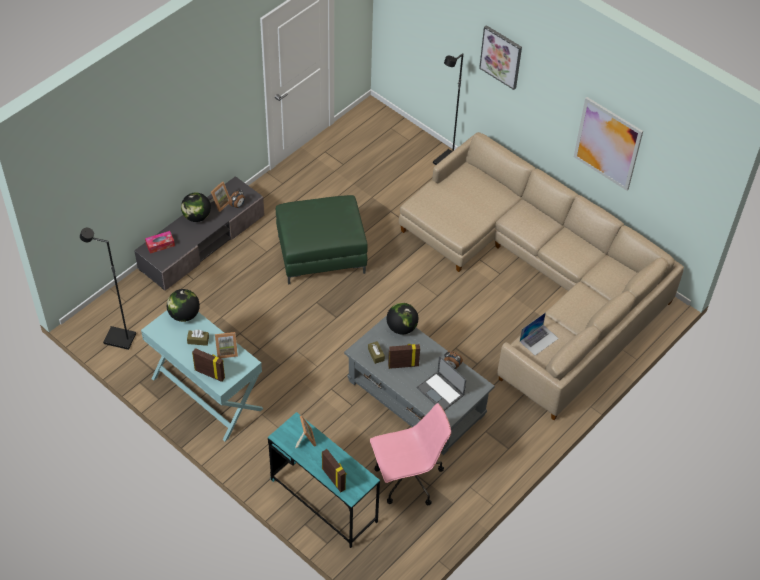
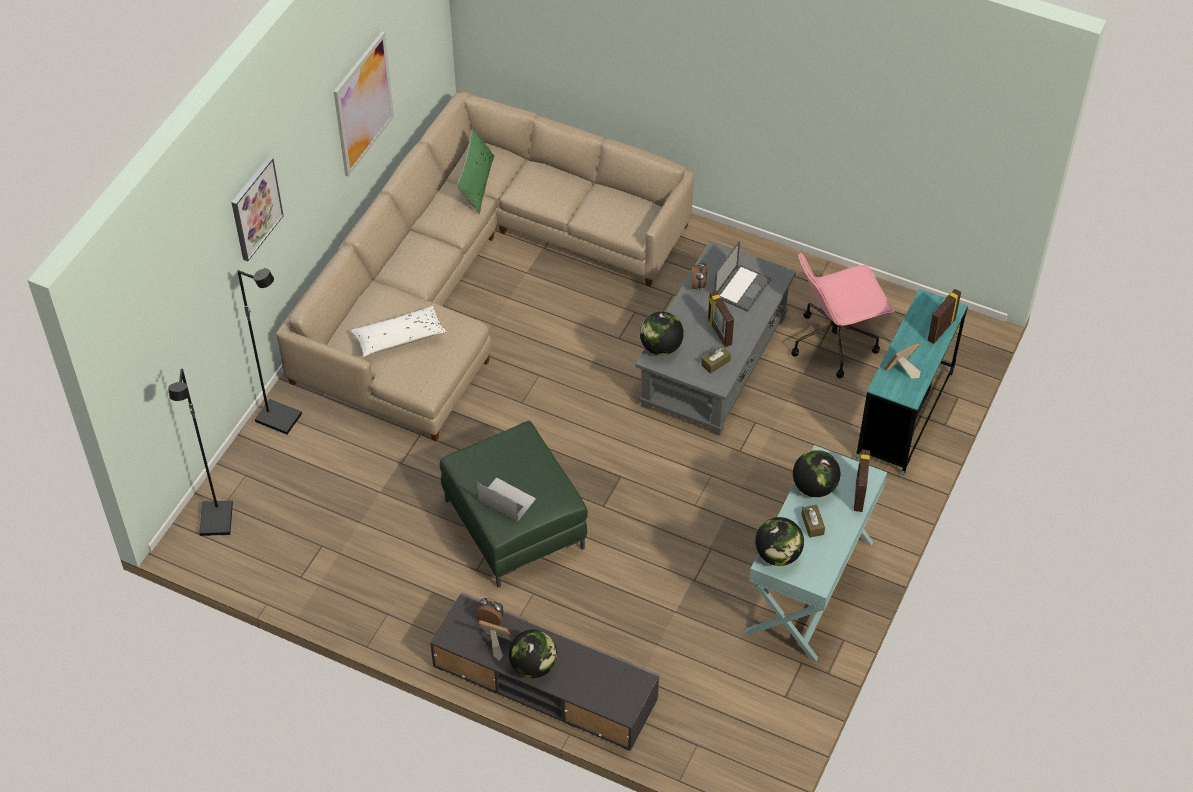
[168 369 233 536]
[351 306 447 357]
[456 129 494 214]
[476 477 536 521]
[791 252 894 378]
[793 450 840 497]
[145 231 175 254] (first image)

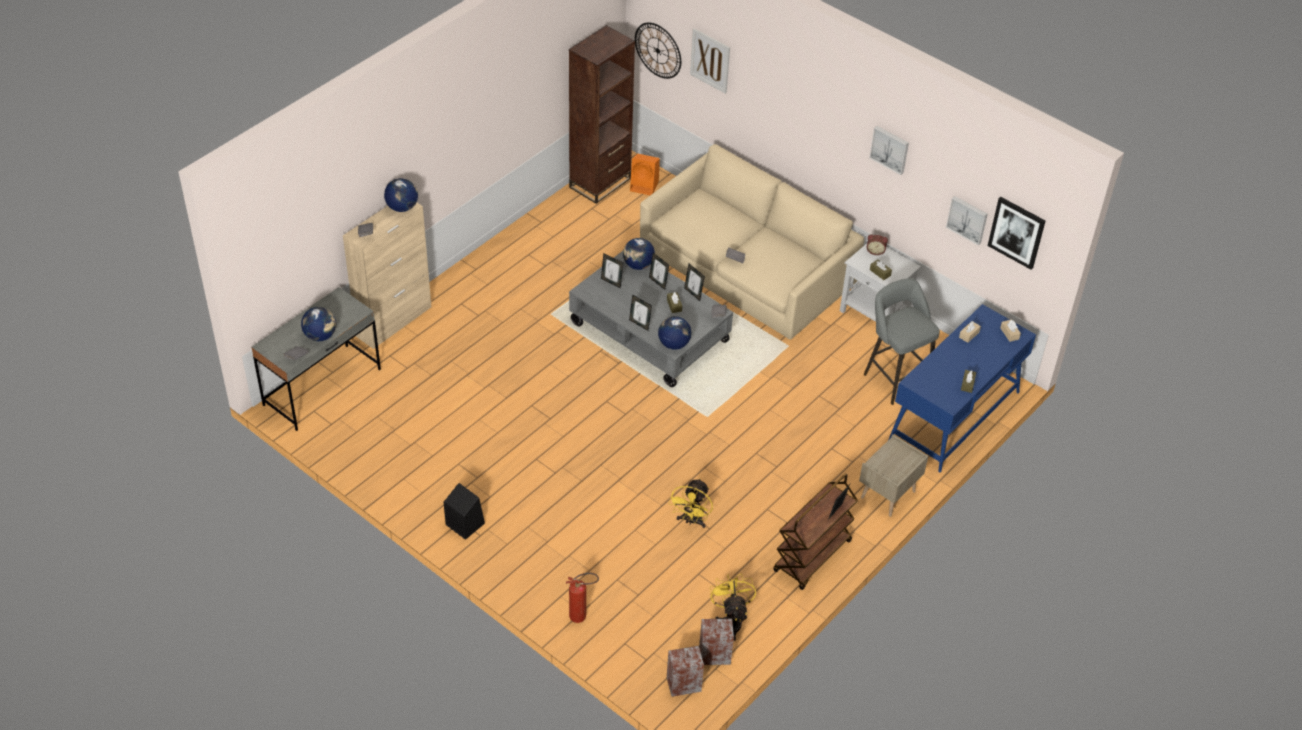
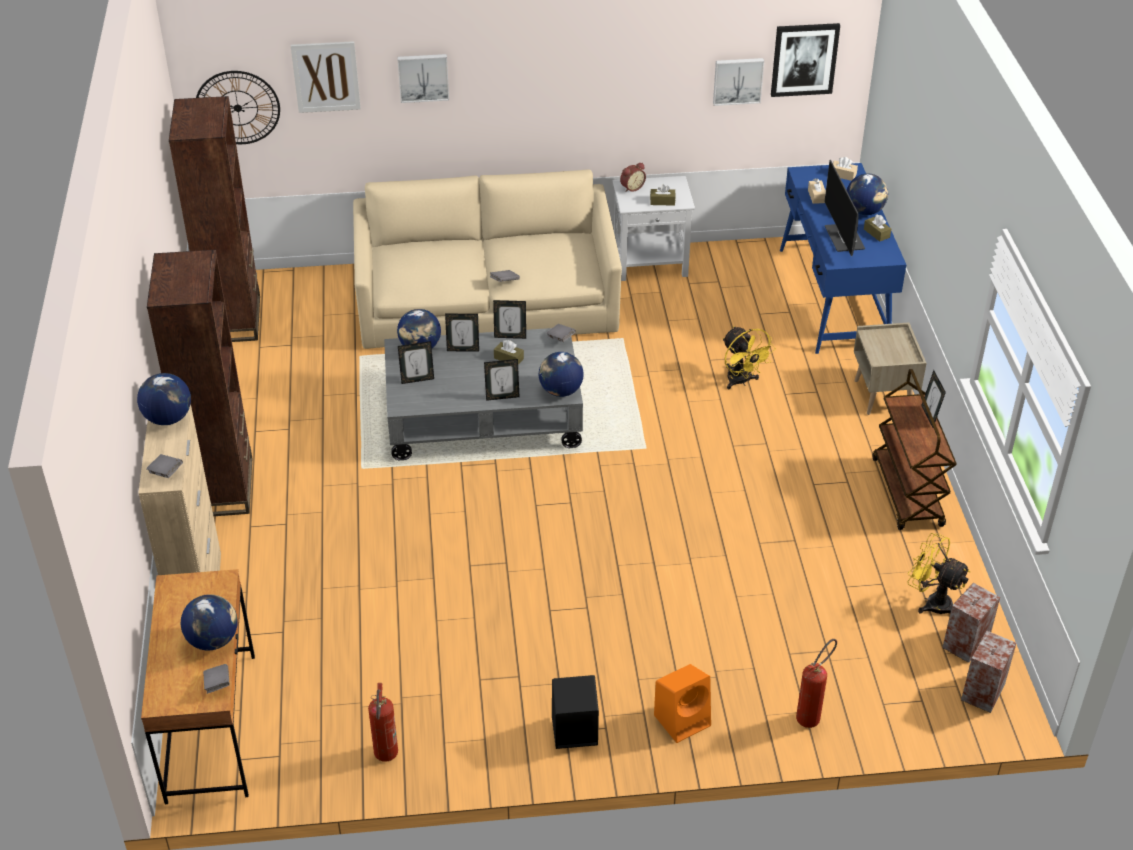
[141 569 255 804]
[147 250 252 516]
[368 683 398 762]
[397 54 449 103]
[654 664 711 743]
[723 326 776 389]
[824 160 865 256]
[847 173 888 215]
[864 278 940 405] (first image)

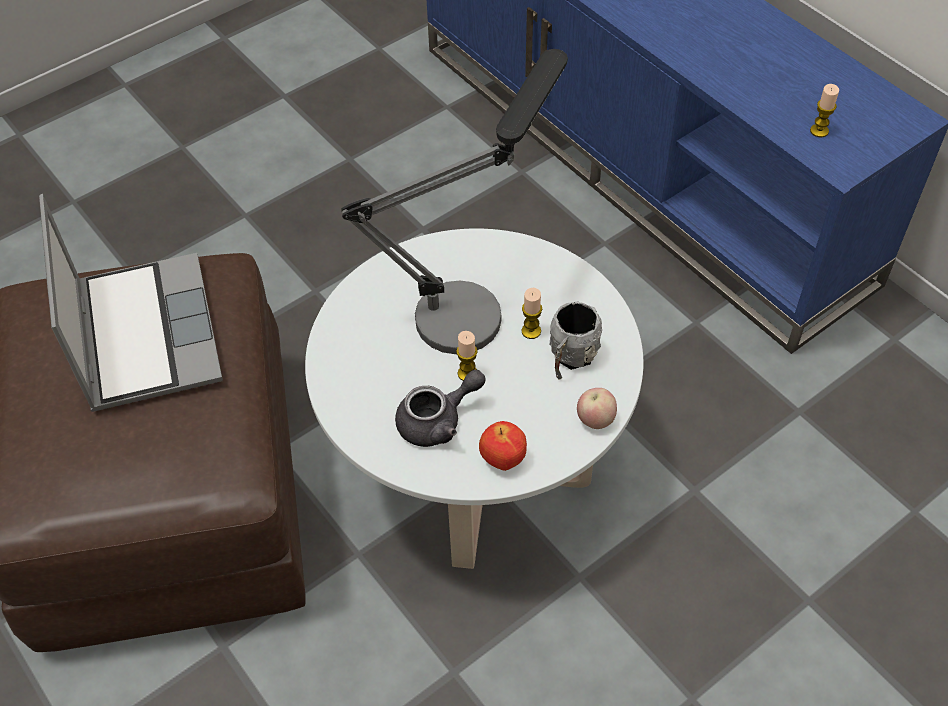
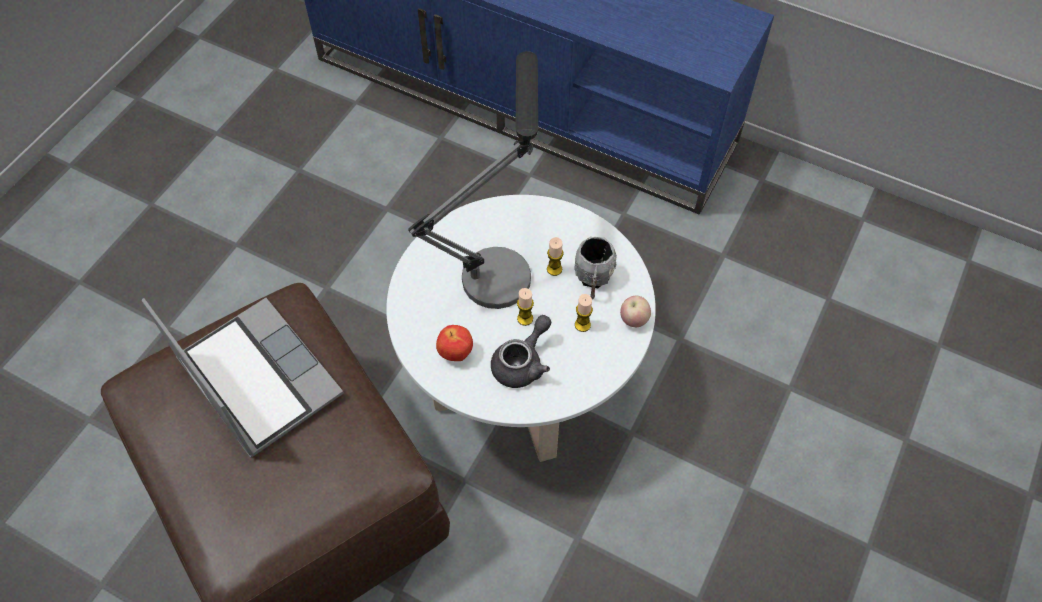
[436 325 473 361]
[575 294 593 332]

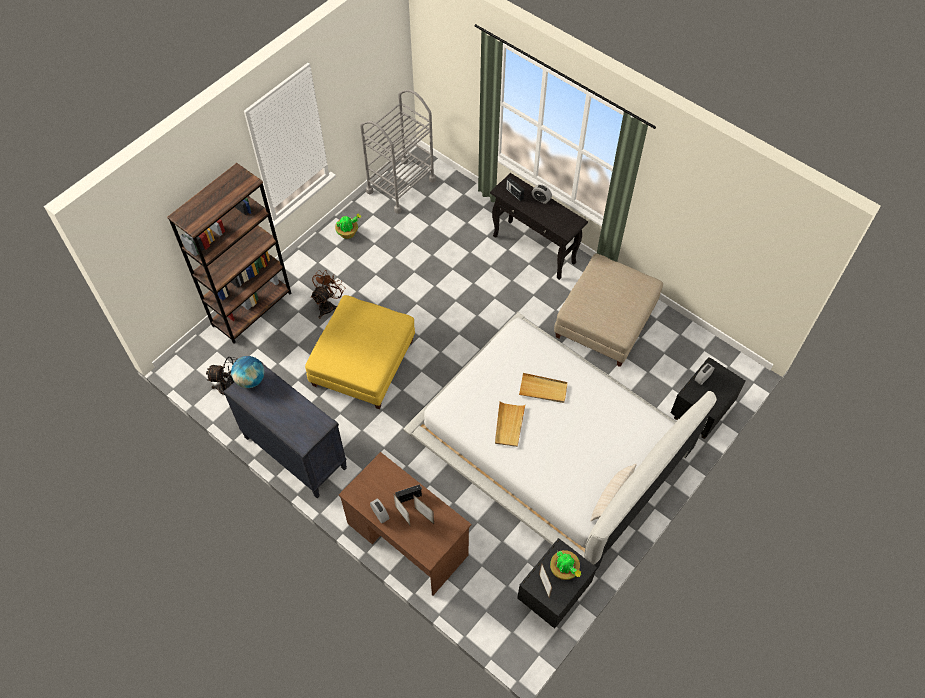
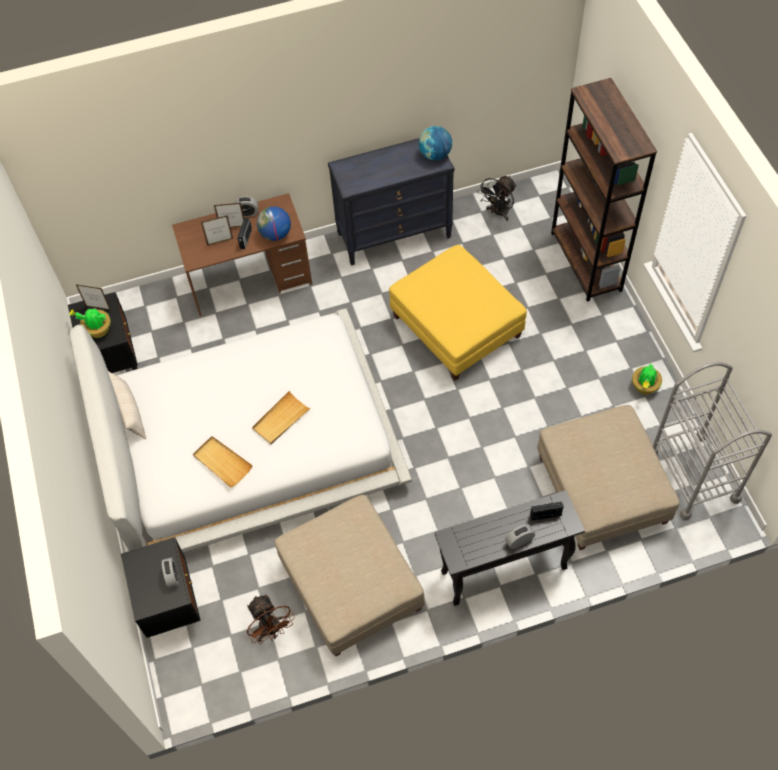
[193 436 253 488]
[247 595 295 645]
[257 206 291 241]
[537 405 680 550]

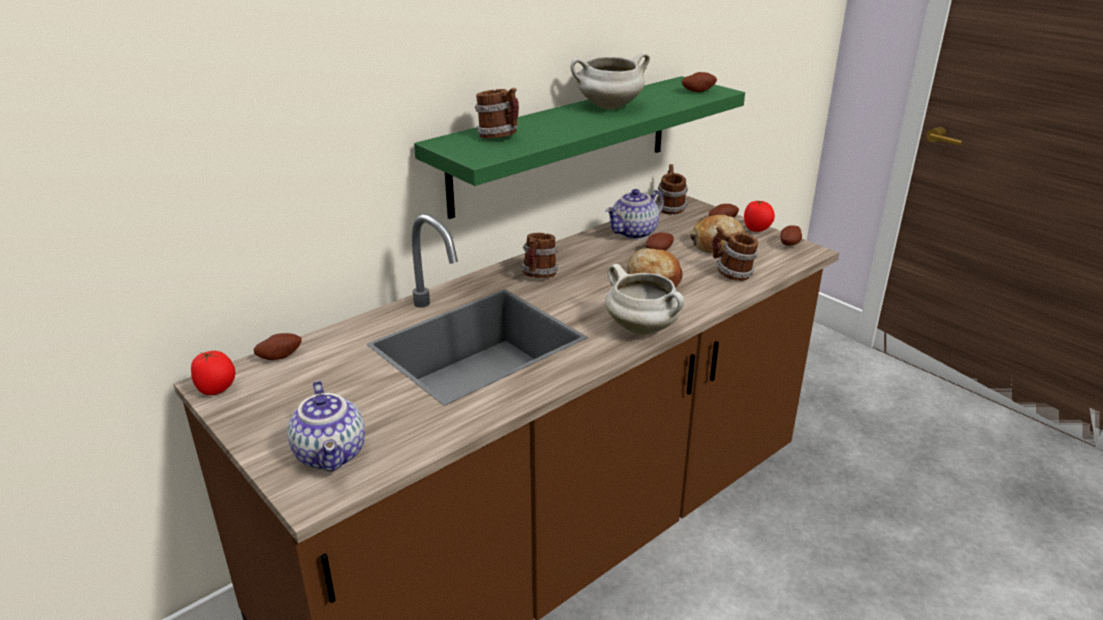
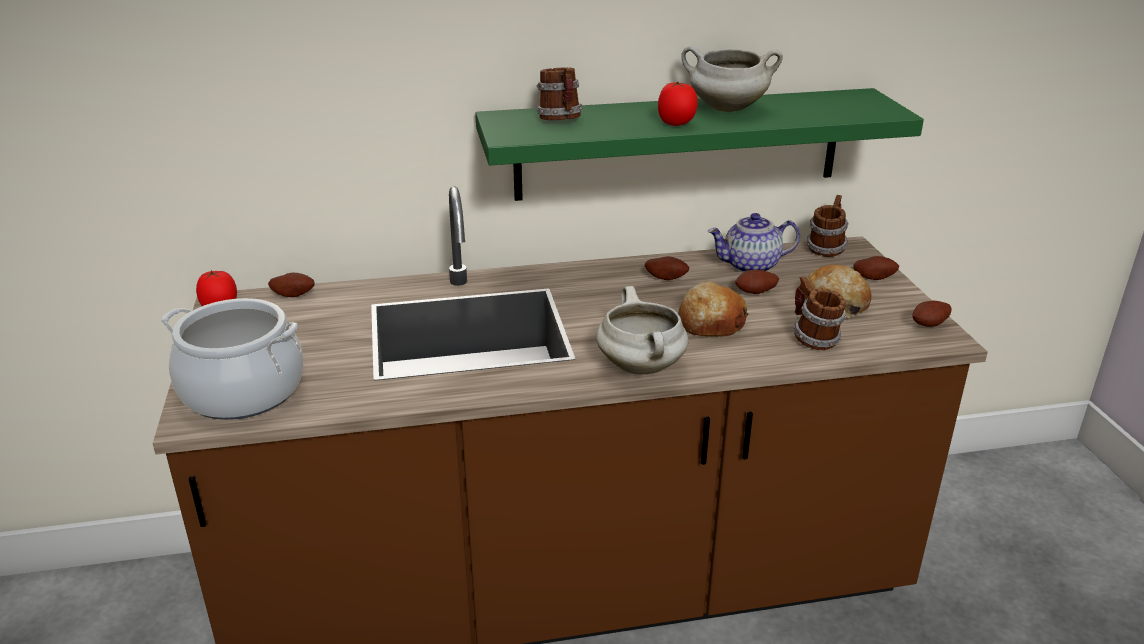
[161 298 304 420]
[645 256 689 280]
[658 81 698 126]
[520 233 558 278] (first image)

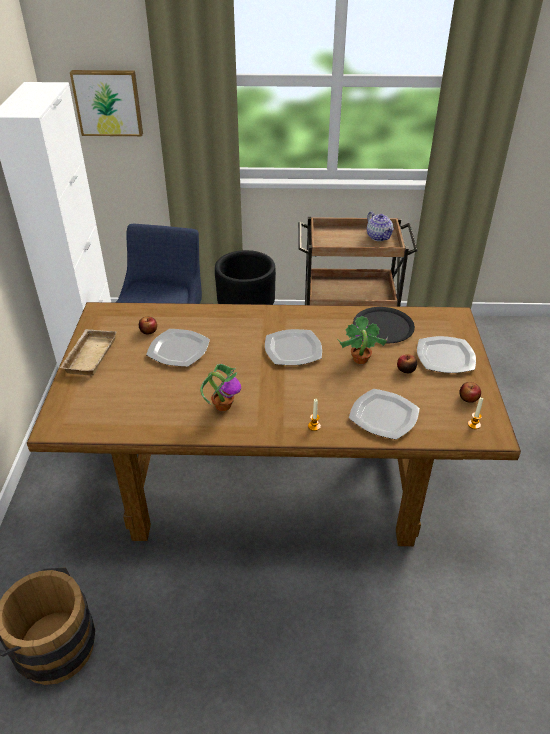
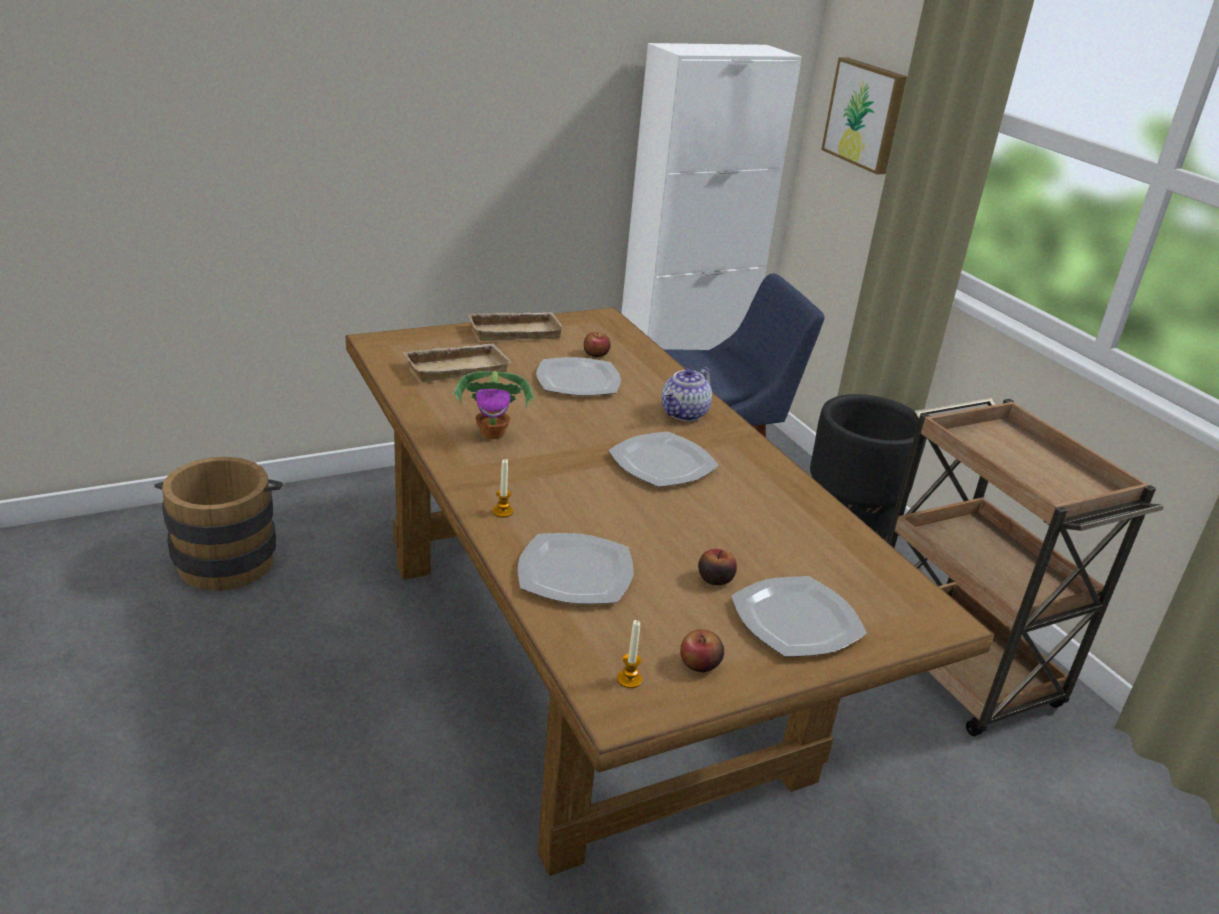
[403 343 511 382]
[662 367 712 421]
[338 316 388 364] (first image)
[353 307 415 343] (first image)

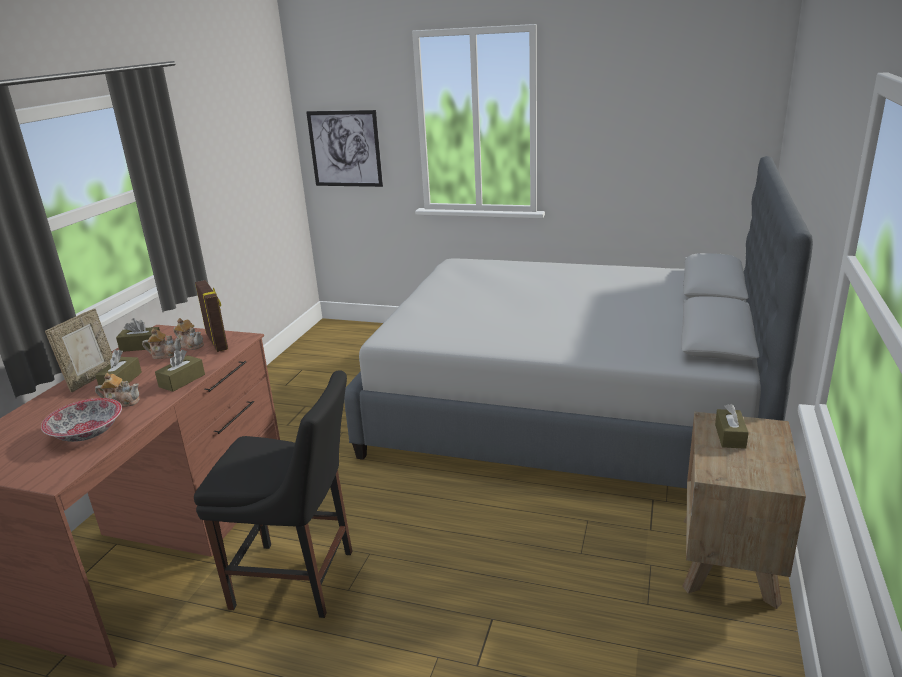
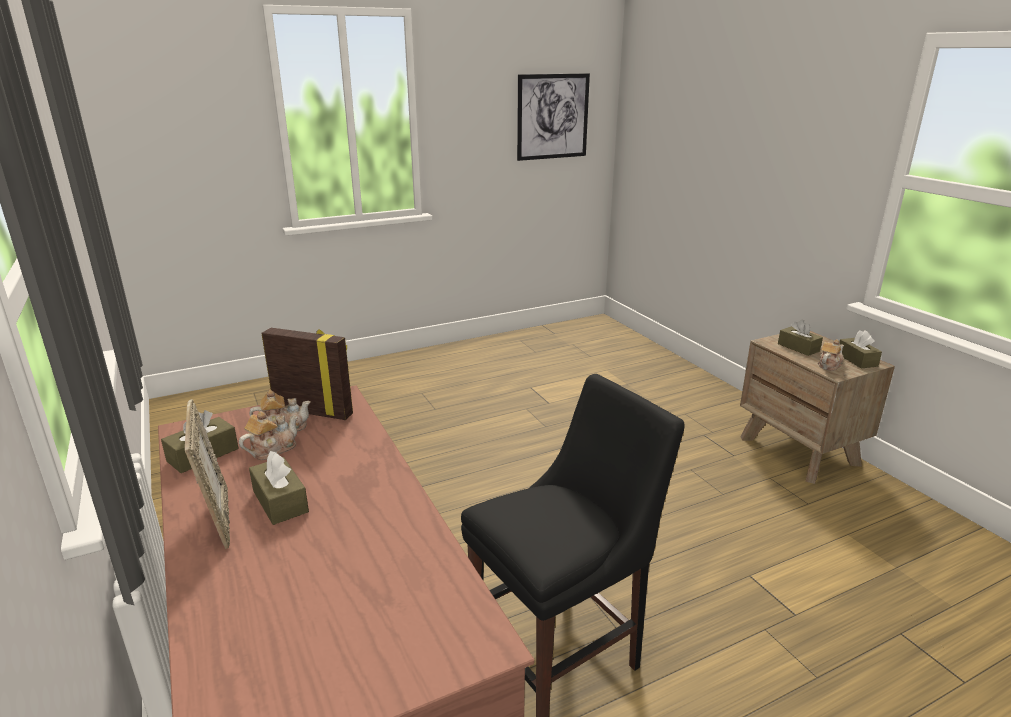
[517 73 590 161]
[818 339 844 371]
[839 331 882 368]
[41 398 122 442] (first image)
[344 156 813 489] (first image)

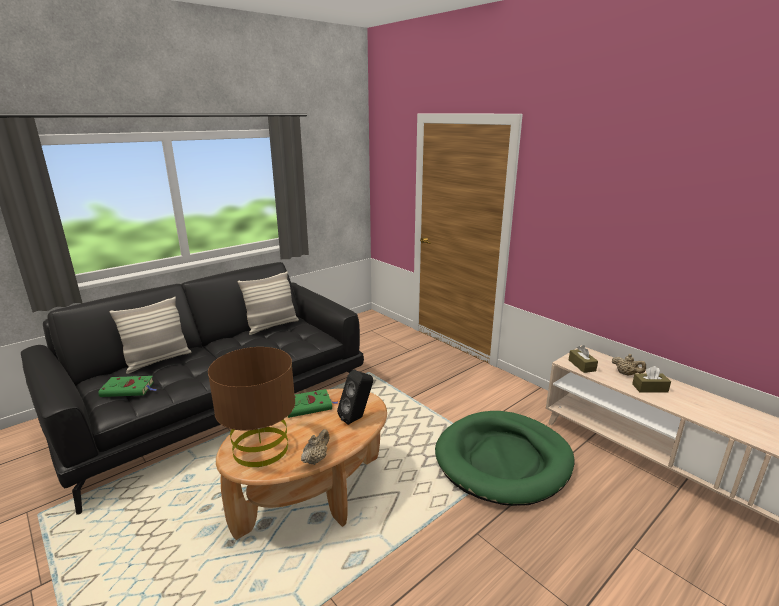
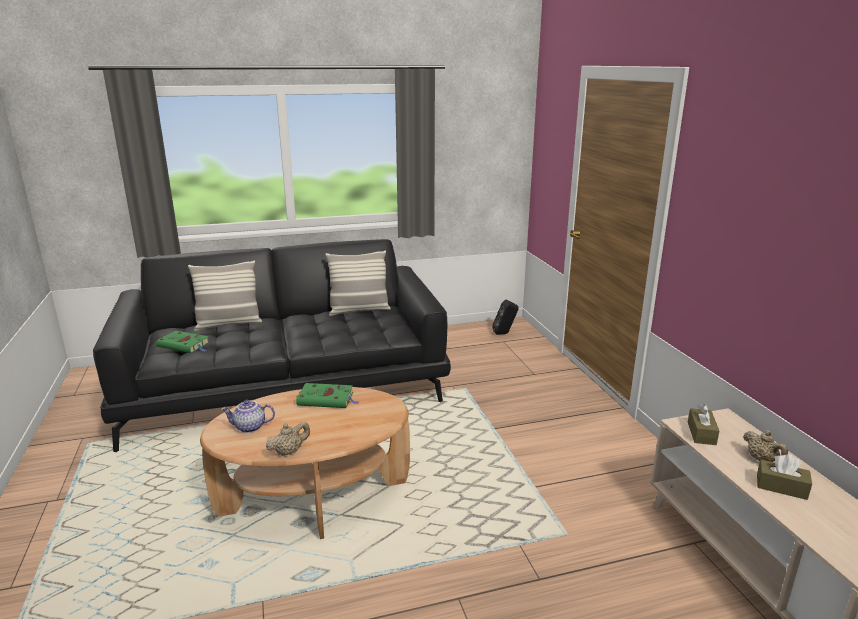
[221 400 275 433]
[492 299 518 335]
[435 411 575 506] (first image)

